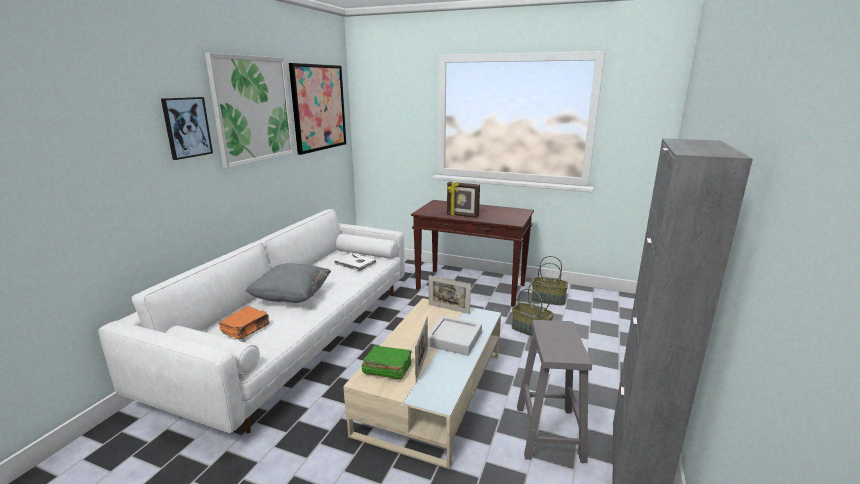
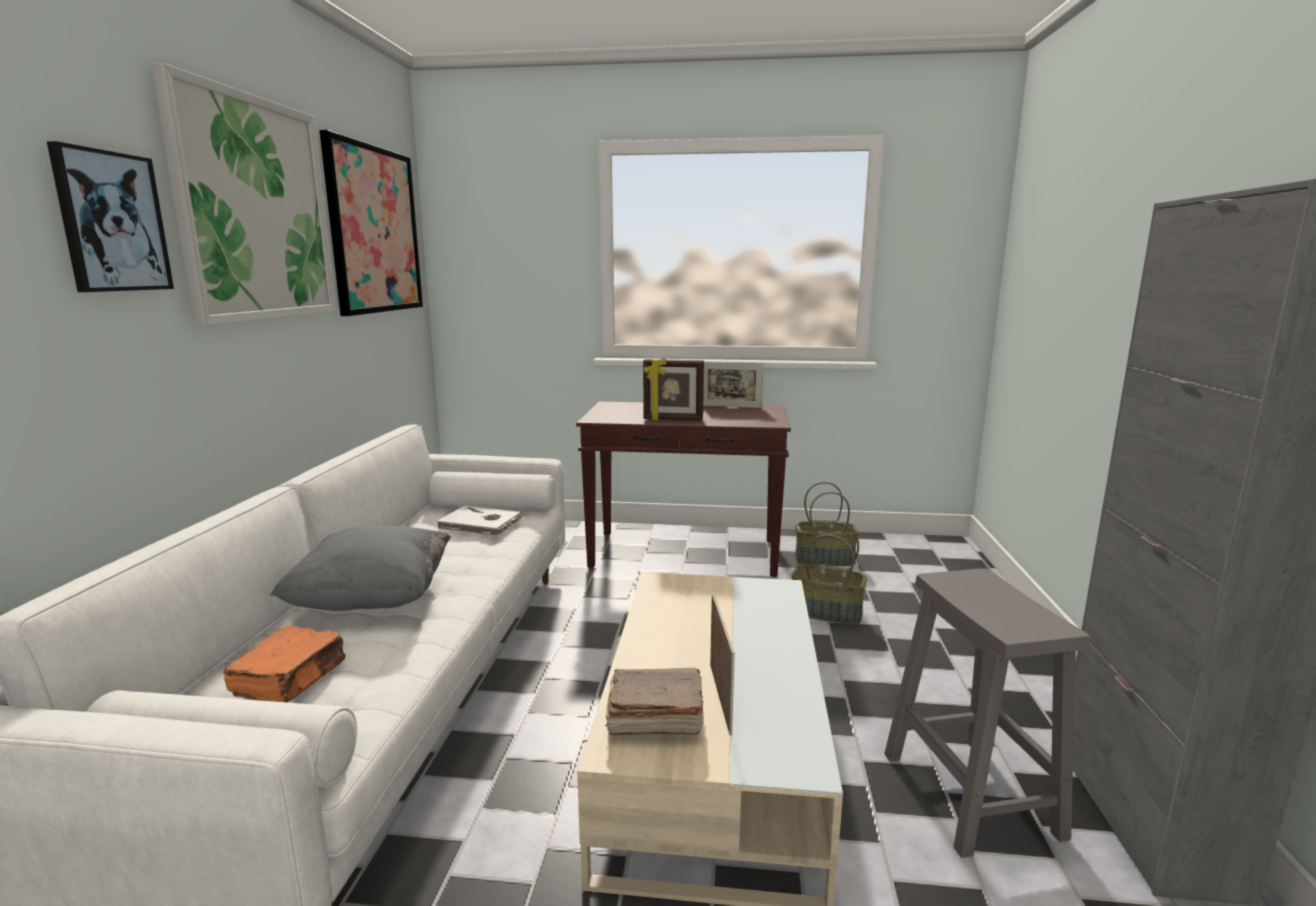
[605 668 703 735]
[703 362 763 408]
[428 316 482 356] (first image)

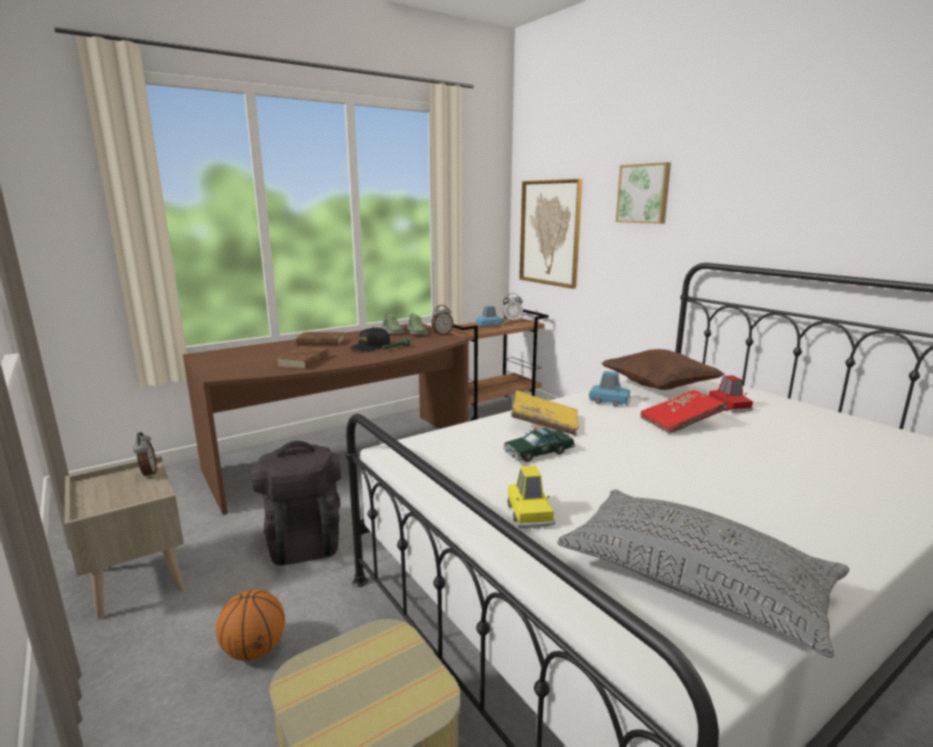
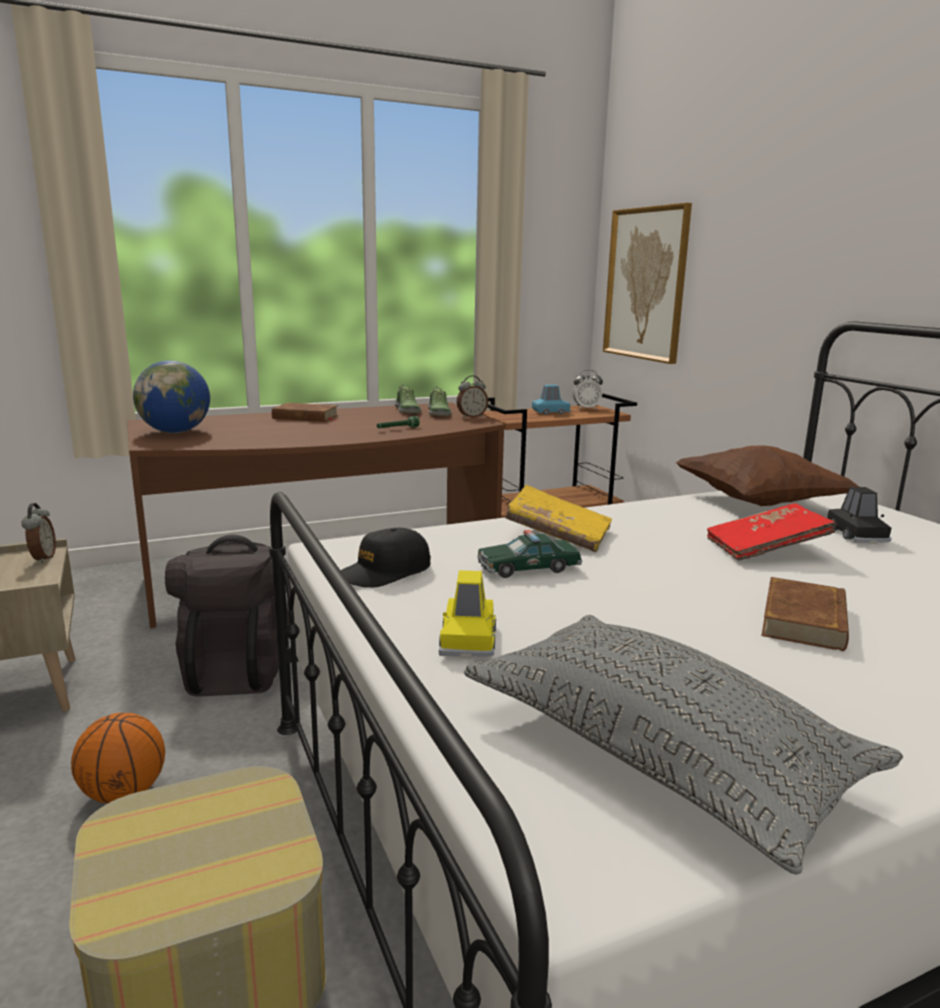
[133 360 210 433]
[341 528 431 588]
[761 577 849 651]
[827 487 892 544]
[589 371 631 406] (first image)
[616 162 671 224] (first image)

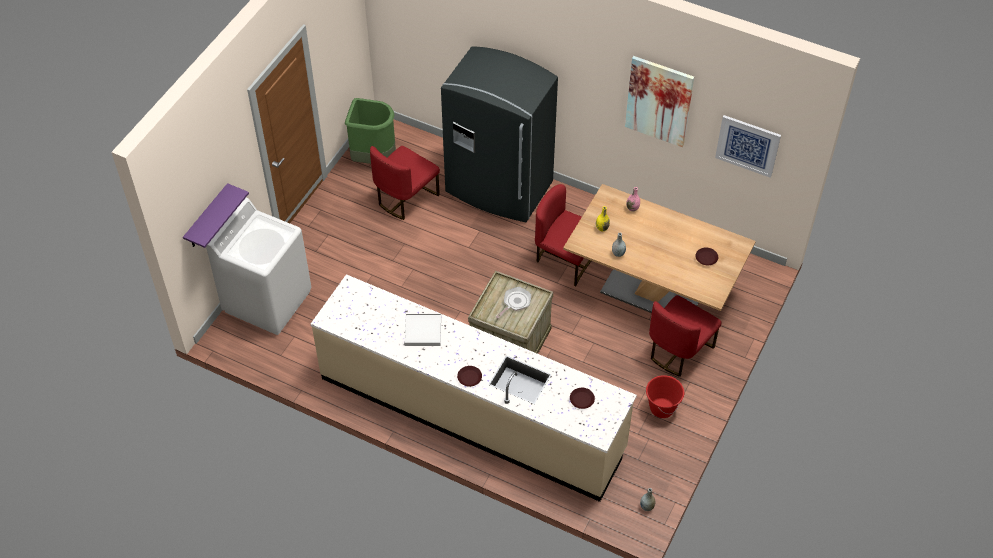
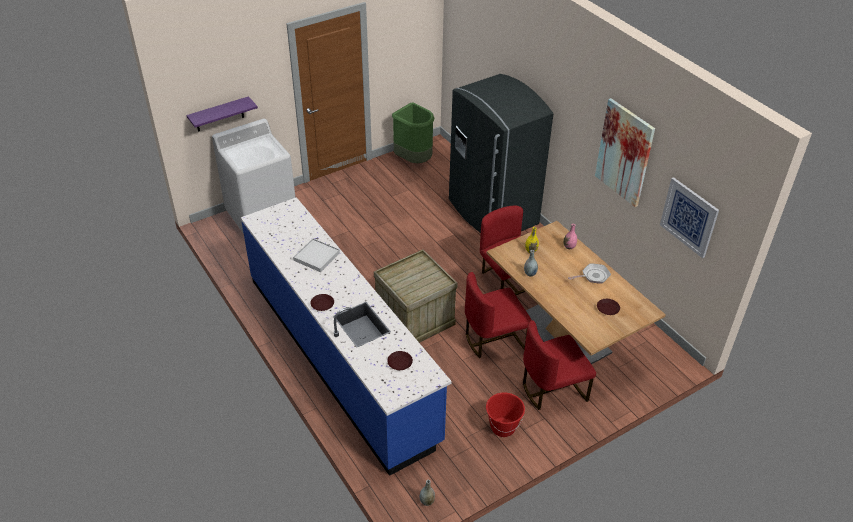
[241 197 452 476]
[465 272 532 358]
[568 263 611 284]

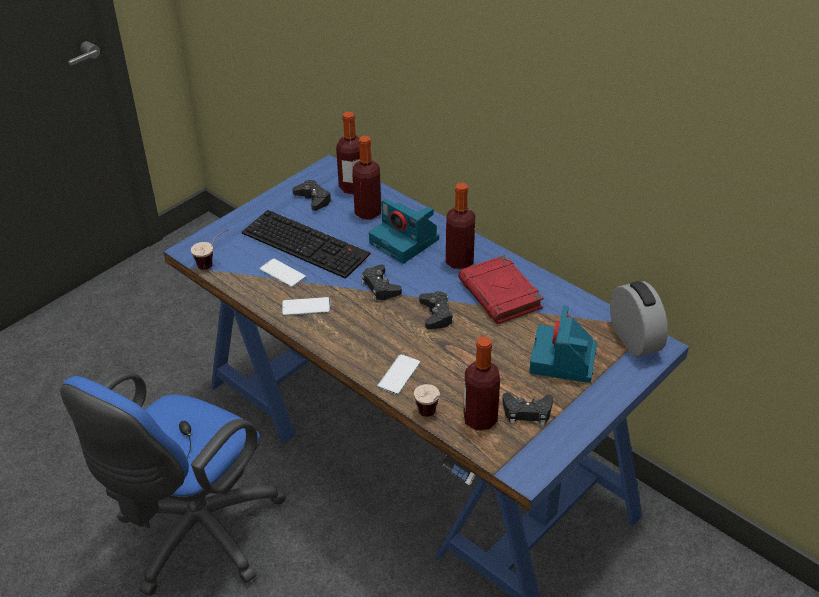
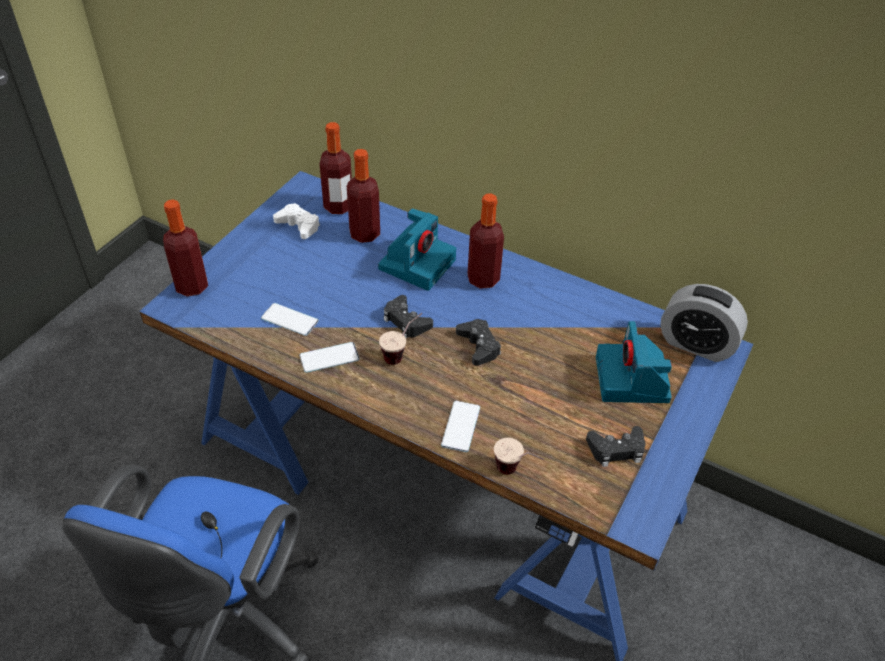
[163 199 208 297]
[273 203 320 239]
[378 208 456 291]
[379 313 422 365]
[660 284 748 362]
[242 210 371 279] (first image)
[458 255 544 324] (first image)

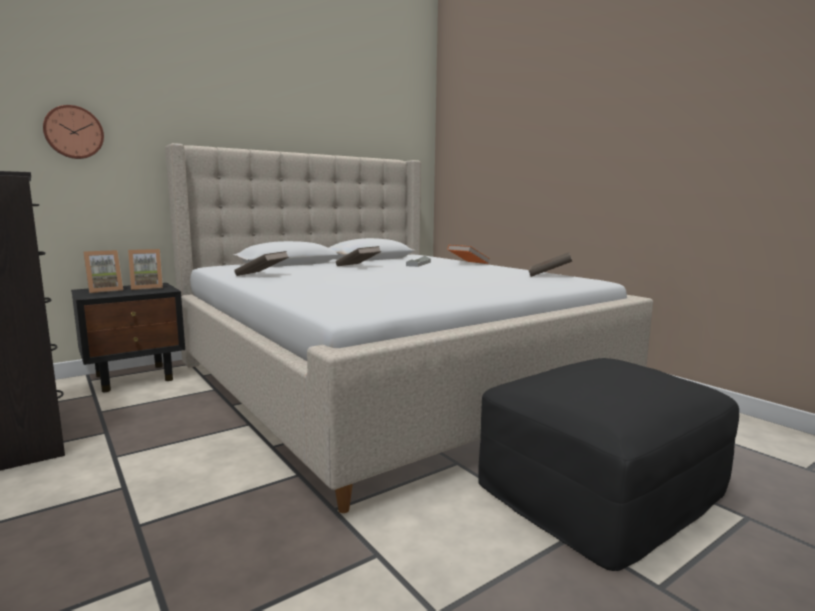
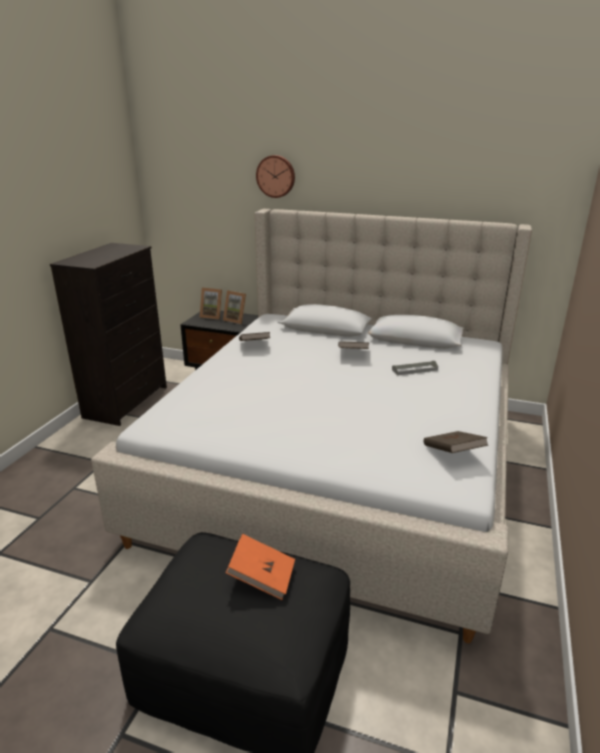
[226 534 295 600]
[256 155 295 198]

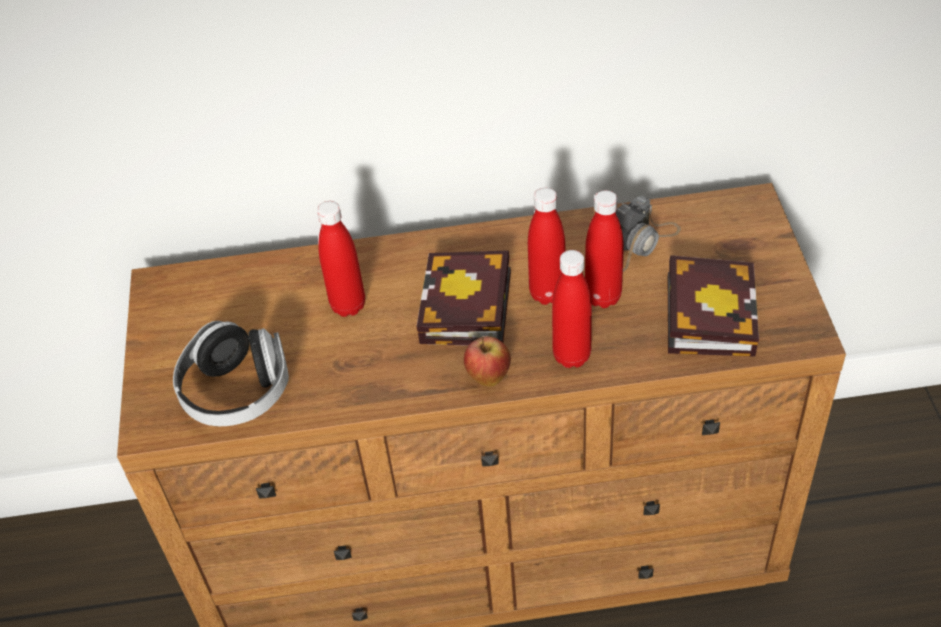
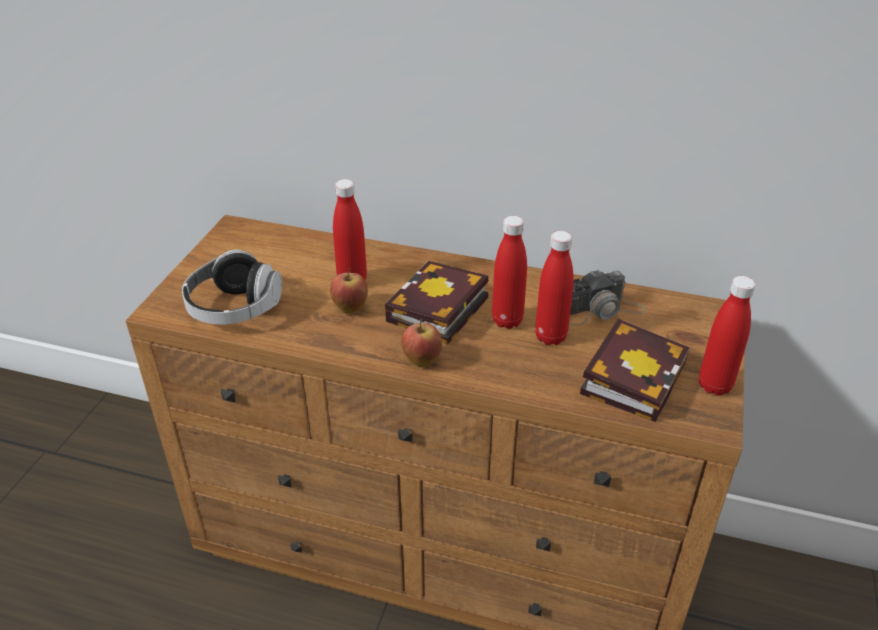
[330 268 368 314]
[699 276 756 396]

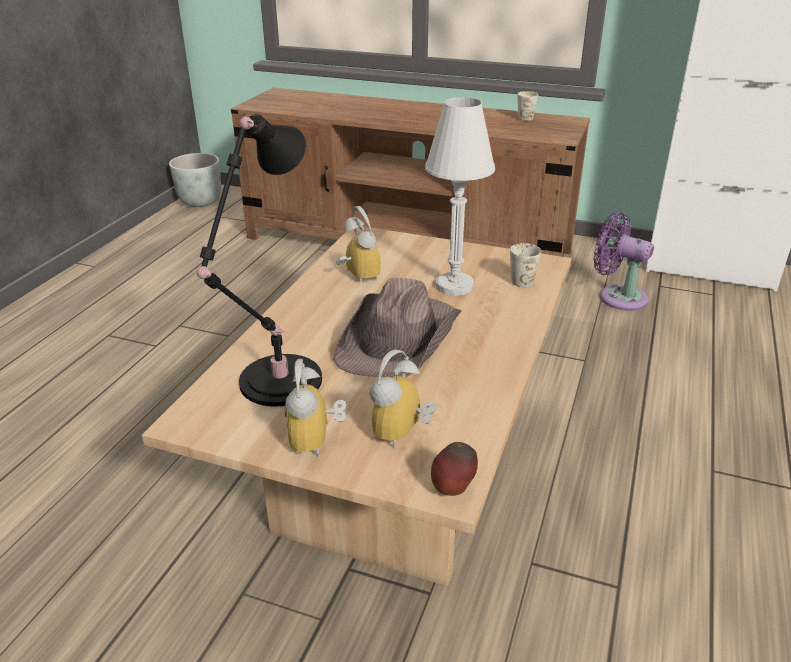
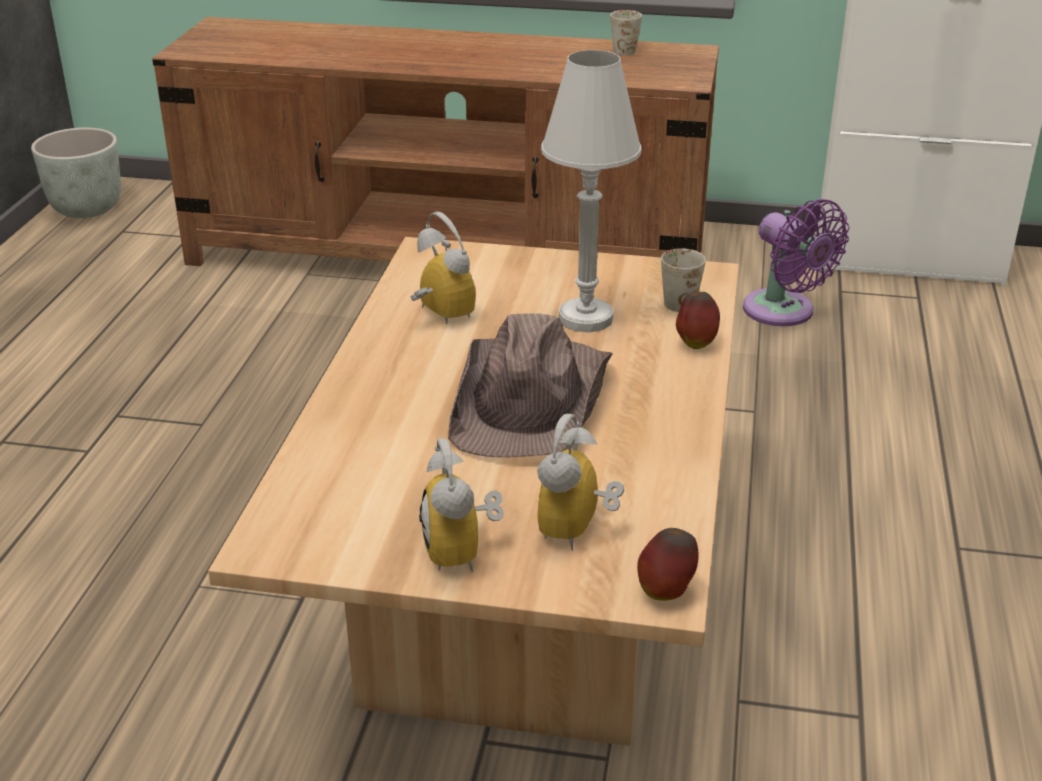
[676 292 720 349]
[743 199 849 326]
[197 114 322 407] (first image)

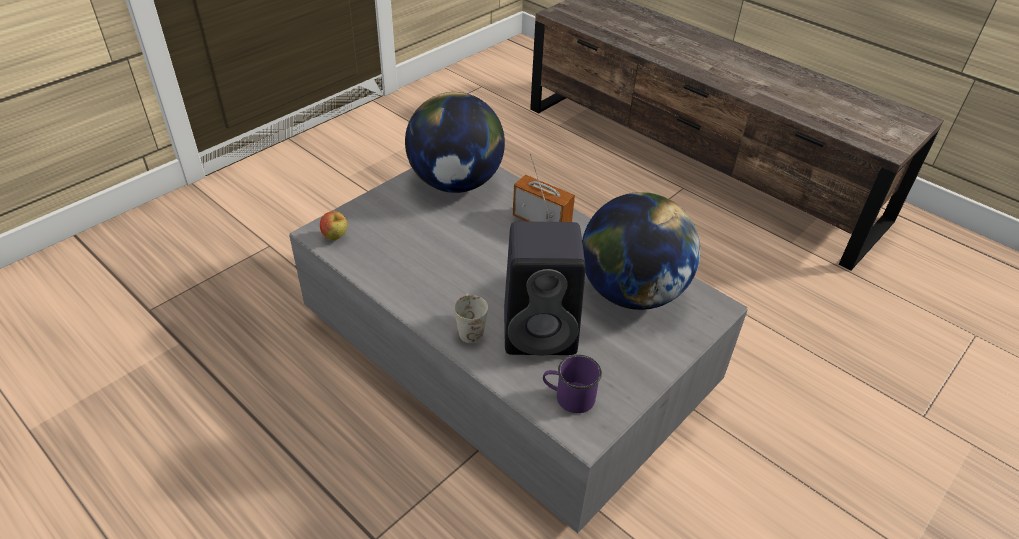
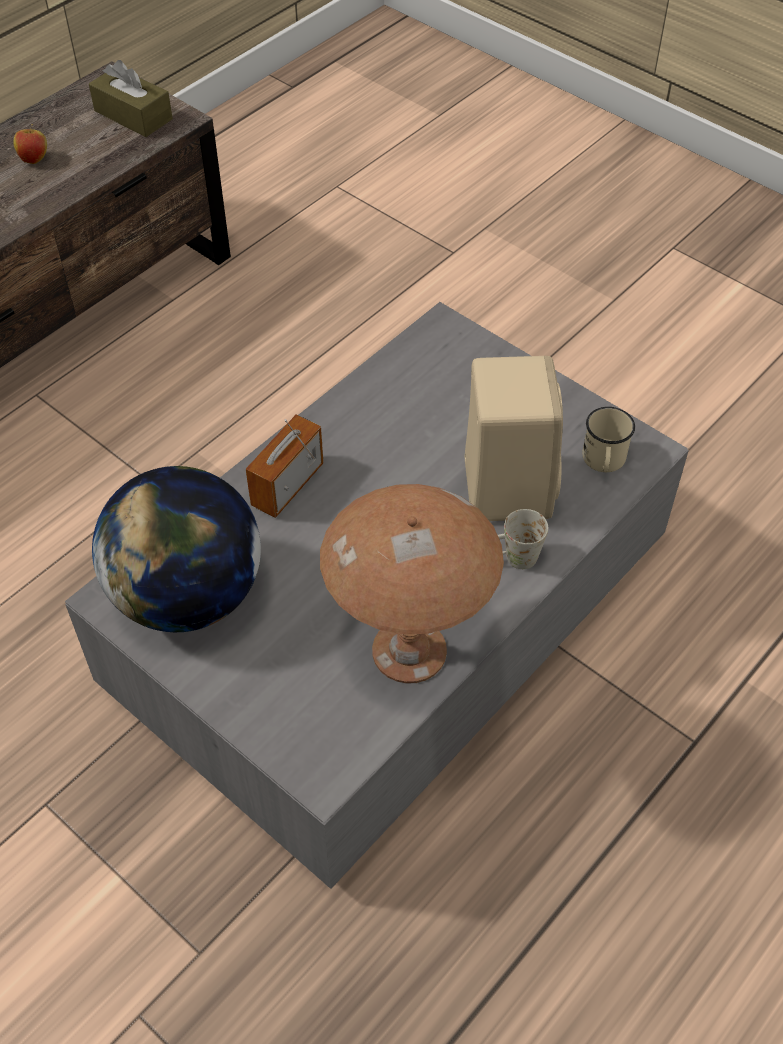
[14 124 47 164]
[89 60 173 137]
[320 484 504 684]
[464 356 563 521]
[582 407 635 472]
[582 192 700 310] (first image)

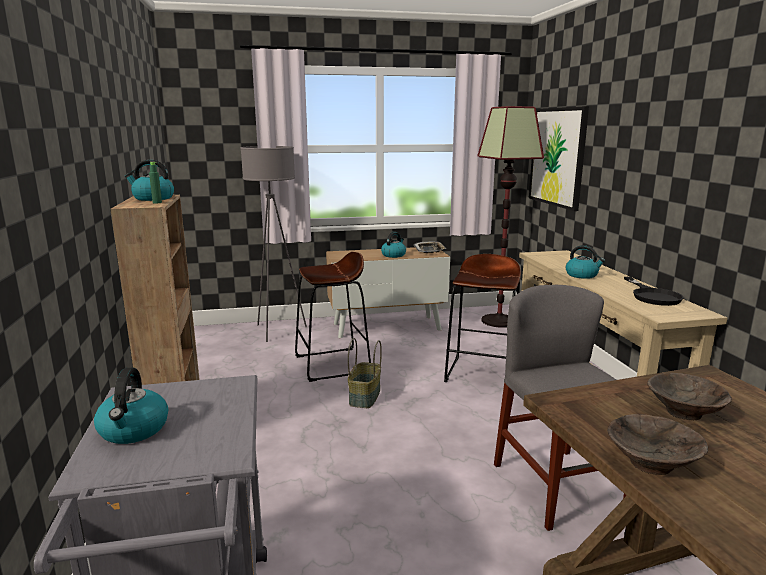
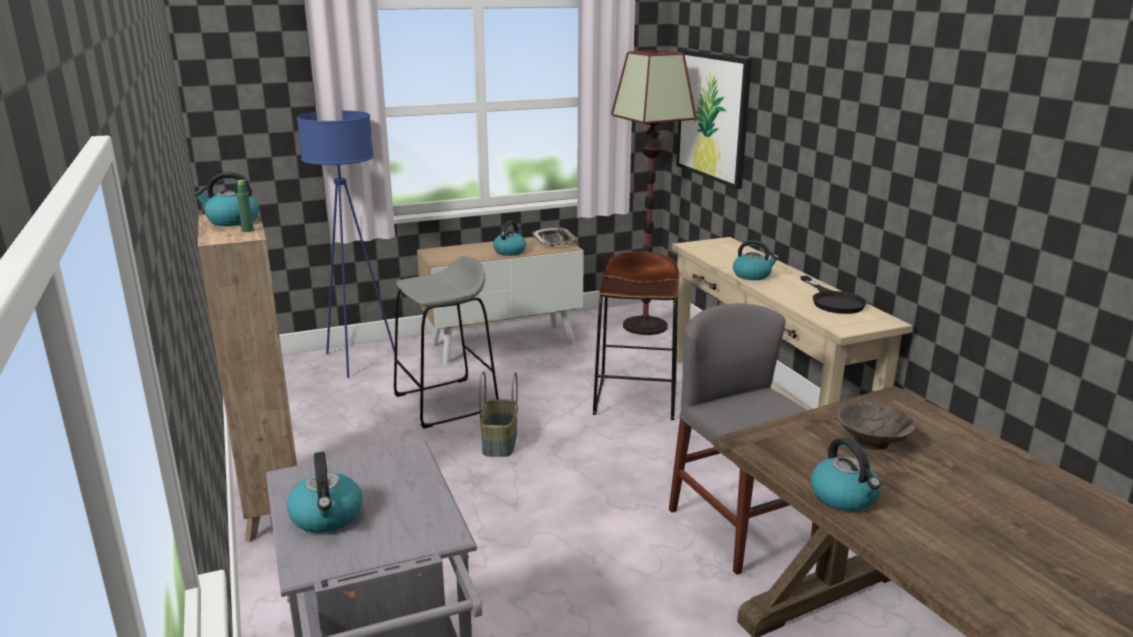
[297 111 395 378]
[394 256 499 429]
[811 437 881 511]

